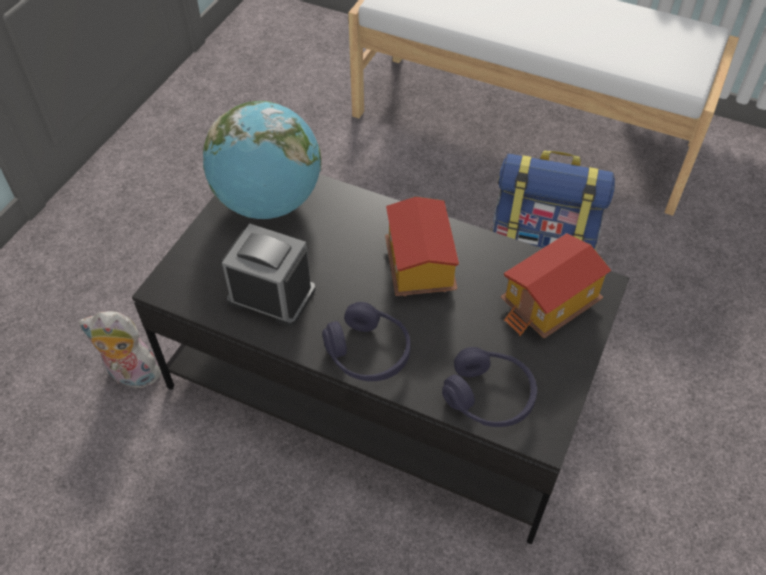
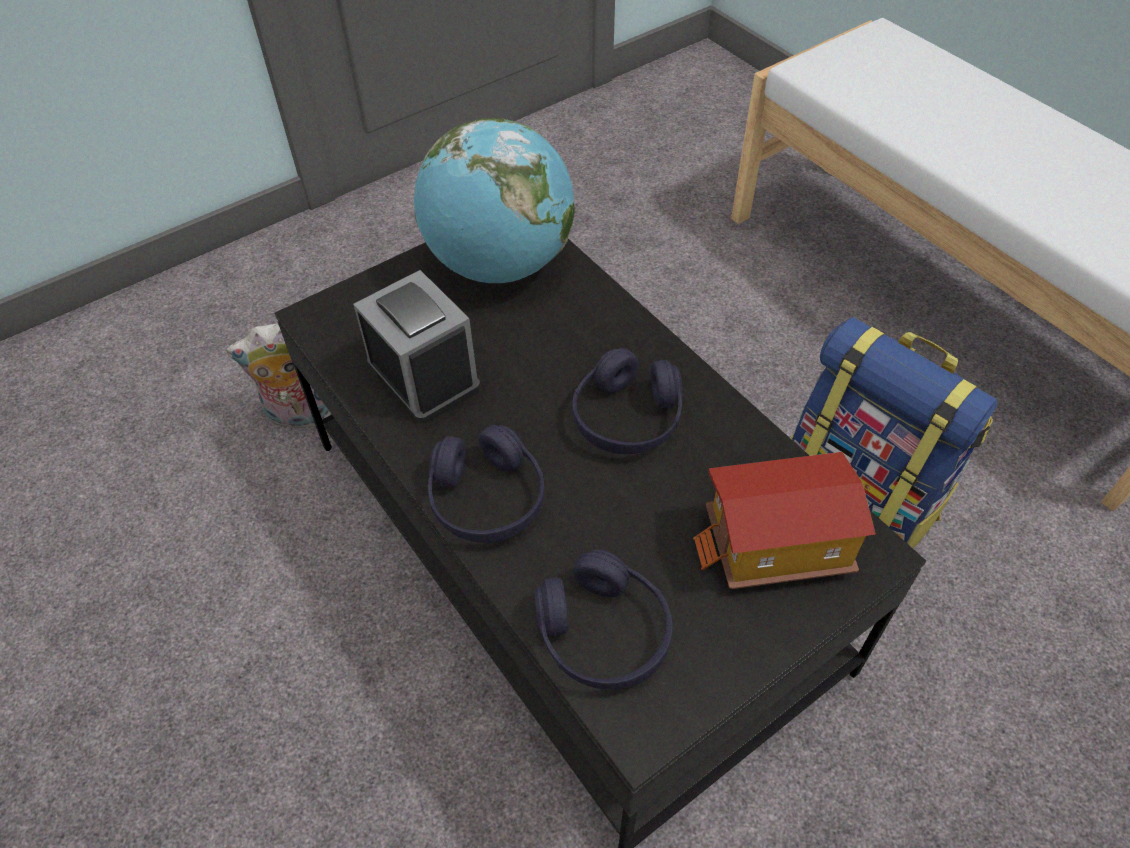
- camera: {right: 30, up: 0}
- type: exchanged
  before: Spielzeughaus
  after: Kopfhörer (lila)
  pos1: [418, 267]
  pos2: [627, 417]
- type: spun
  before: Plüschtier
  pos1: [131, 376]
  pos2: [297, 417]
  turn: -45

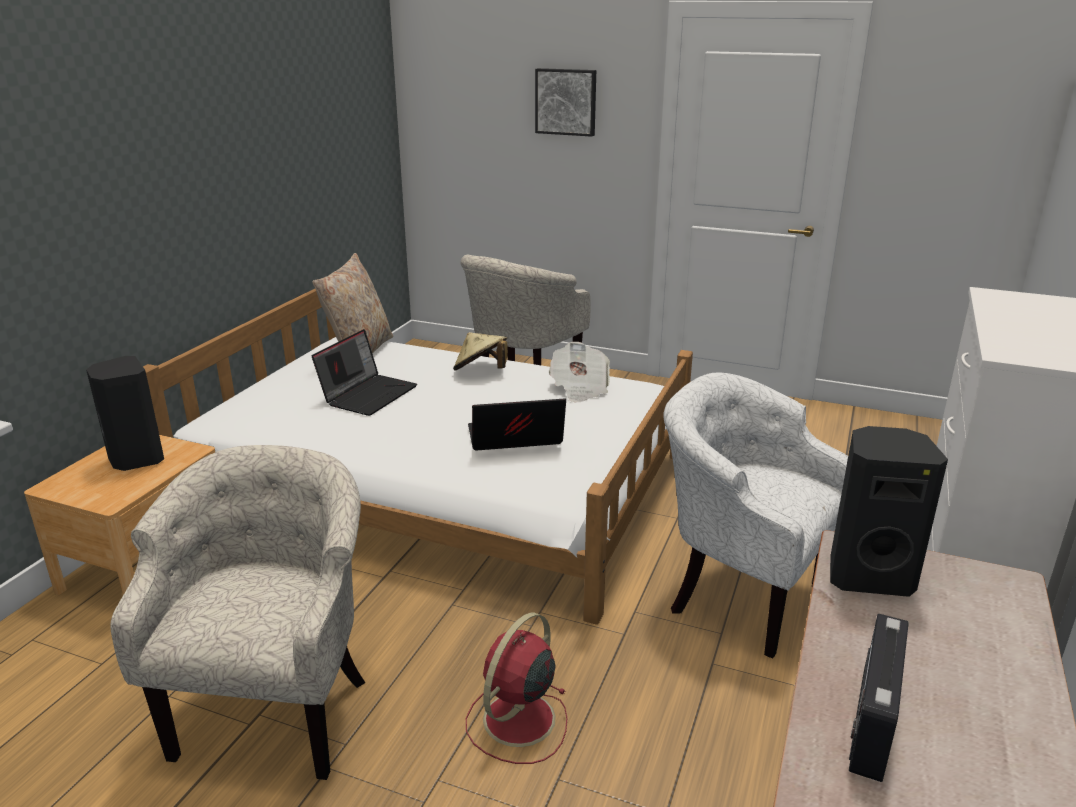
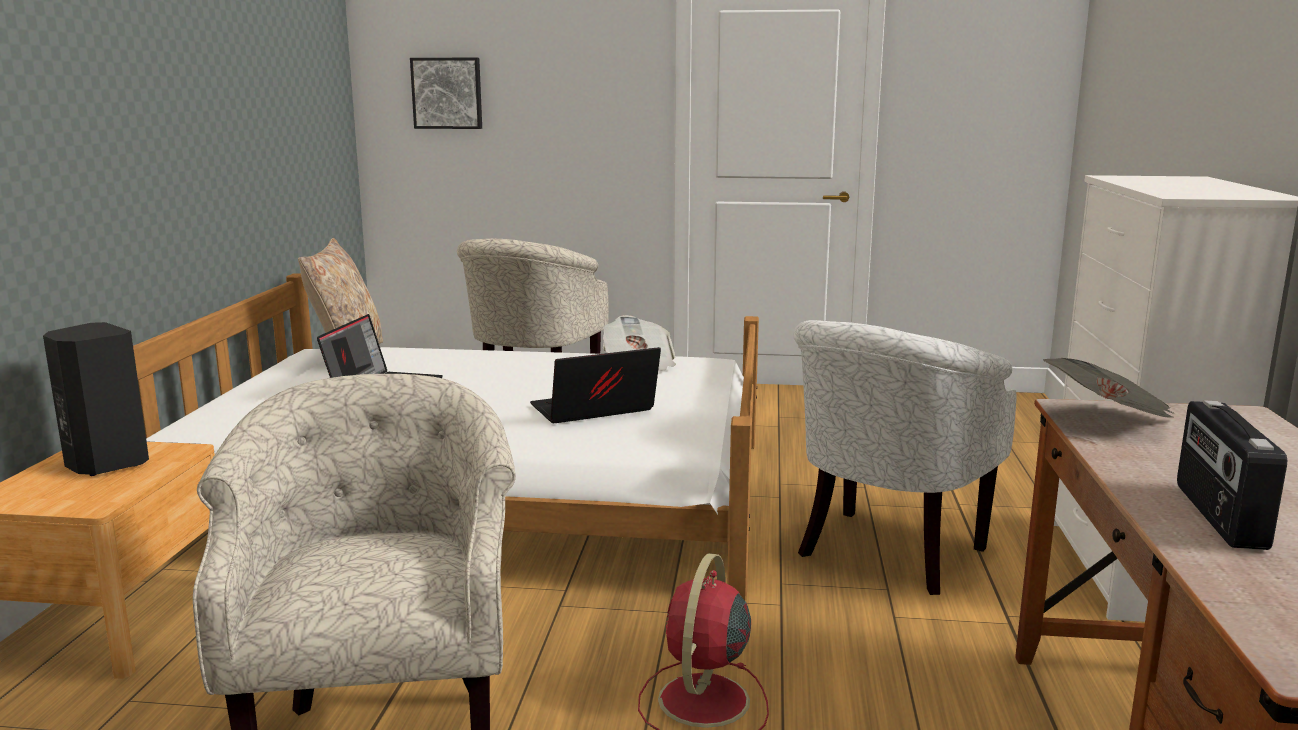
- camera: {right: -15, up: -10}
- type: missing
  before: Hut (beige)
  pos1: [481, 371]
- type: relocated
  before: Bild
  pos1: [566, 102]
  pos2: [447, 93]
- type: exchanged
  before: Lautsprecher (schwarz)
  after: Zeitung
  pos1: [868, 575]
  pos2: [1110, 422]
- type: spun
  before: Sessel (weiß)
  pos1: [738, 595]
  pos2: [885, 555]
  turn: -75

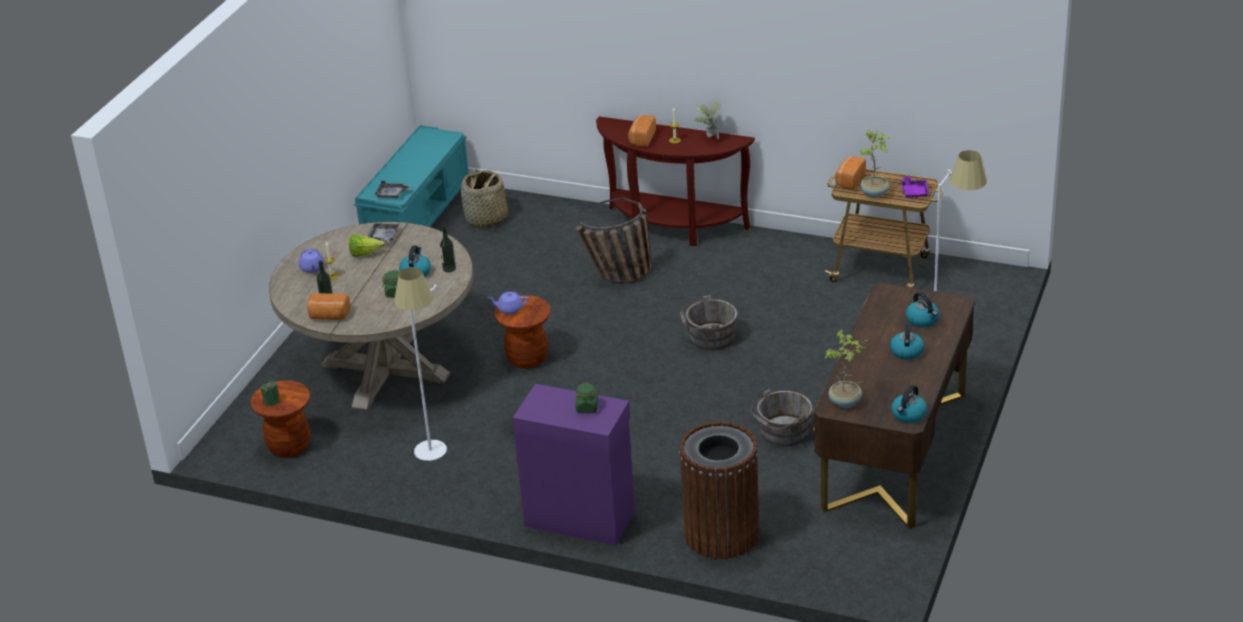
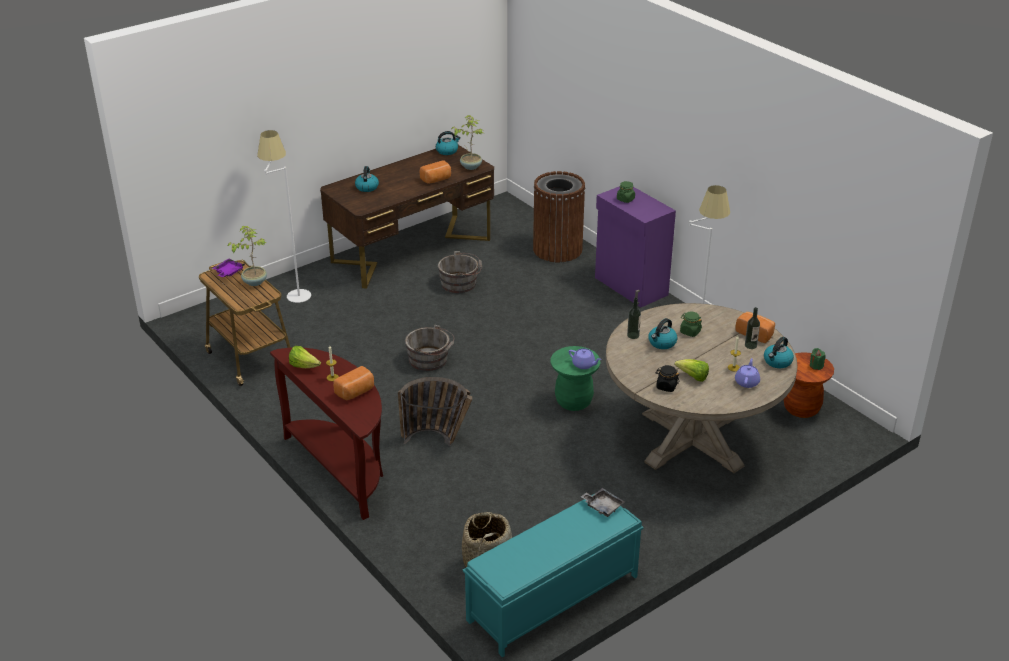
- camera: {right: -150, up: 0}
- type: relocated
  before: Brot
  pos1: [849, 180]
  pos2: [436, 179]
- type: relocated
  before: Wasserkessel
  pos1: [906, 351]
  pos2: [777, 362]
- type: exchanged
  before: Tablett (grau)
  after: Vorratsglas (schwarz)
  pos1: [384, 237]
  pos2: [666, 386]
- type: exchanged
  before: Topfpflanze
  after: Salatkopf
  pos1: [709, 138]
  pos2: [304, 366]
- type: colour
  before: Hocker (braun)
  after: Hocker (grün)
  pos1: [527, 358]
  pos2: [573, 401]

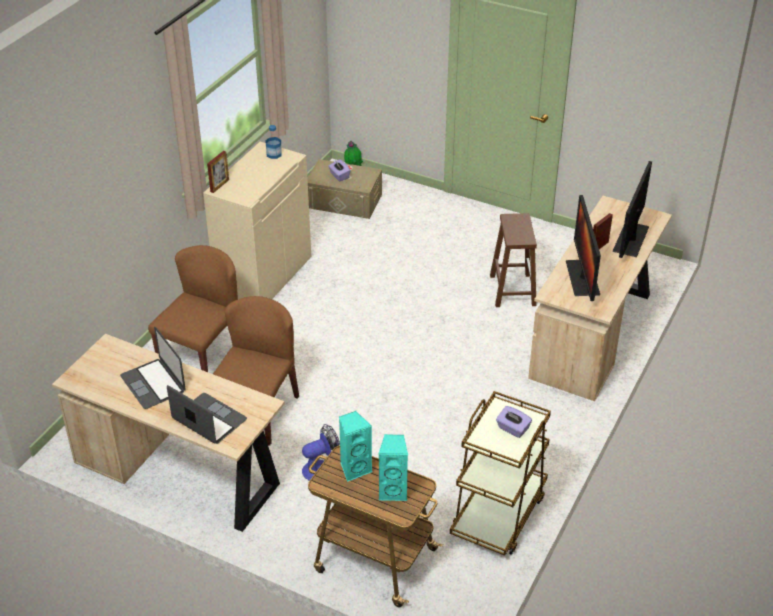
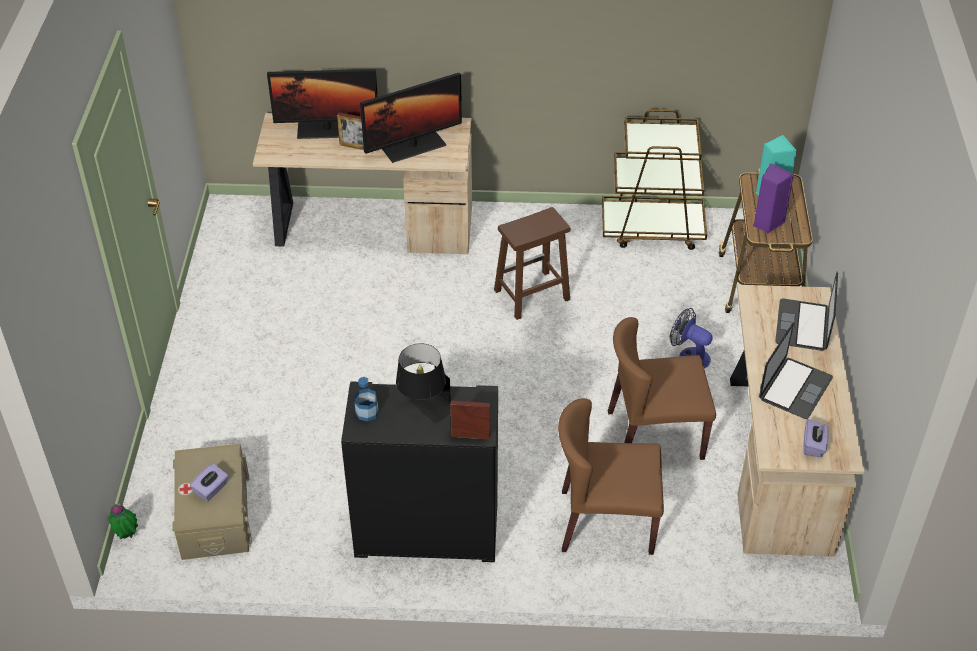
- camera: {right: -115, up: 5}
- type: appeared
  after: Tischlampe (schwarz)
  pos2: [425, 409]
- type: relocated
  before: Hocker (braun)
  pos1: [512, 289]
  pos2: [531, 295]
- type: relocated
  before: Taschentuchbox (lila)
  pos1: [512, 429]
  pos2: [813, 446]
- type: colour
  before: Schrank (beige)
  after: Schrank (schwarz)
  pos1: [263, 277]
  pos2: [426, 531]
- type: colour
  before: Lautsprecher (türkis)
  after: Lautsprecher (lila)
  pos1: [354, 468]
  pos2: [766, 223]

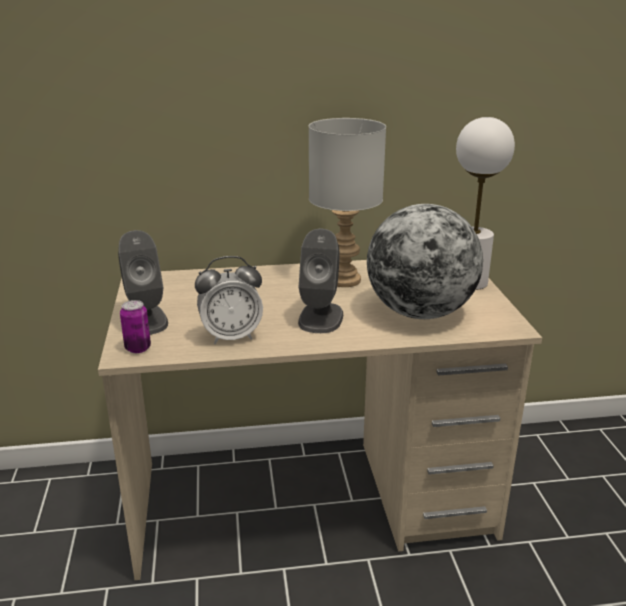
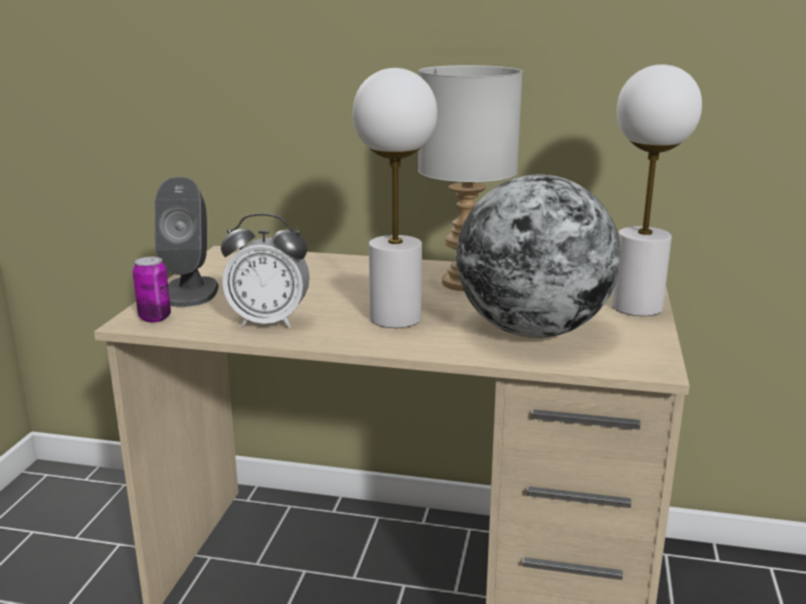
- camera: {right: 20, up: -5}
- type: exchanged
  before: Lautsprecher (grau)
  after: Tischlampe (weiß)
  pos1: [321, 317]
  pos2: [396, 318]

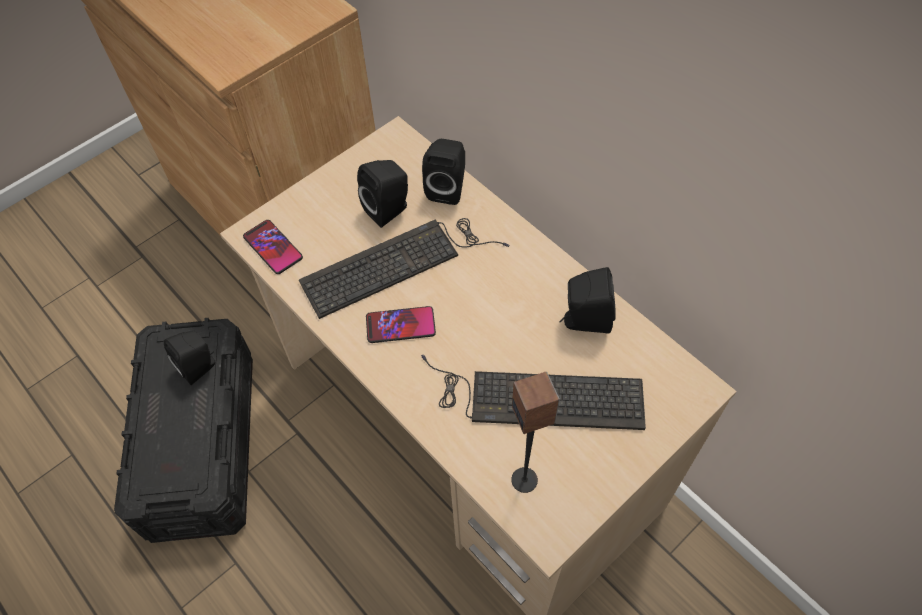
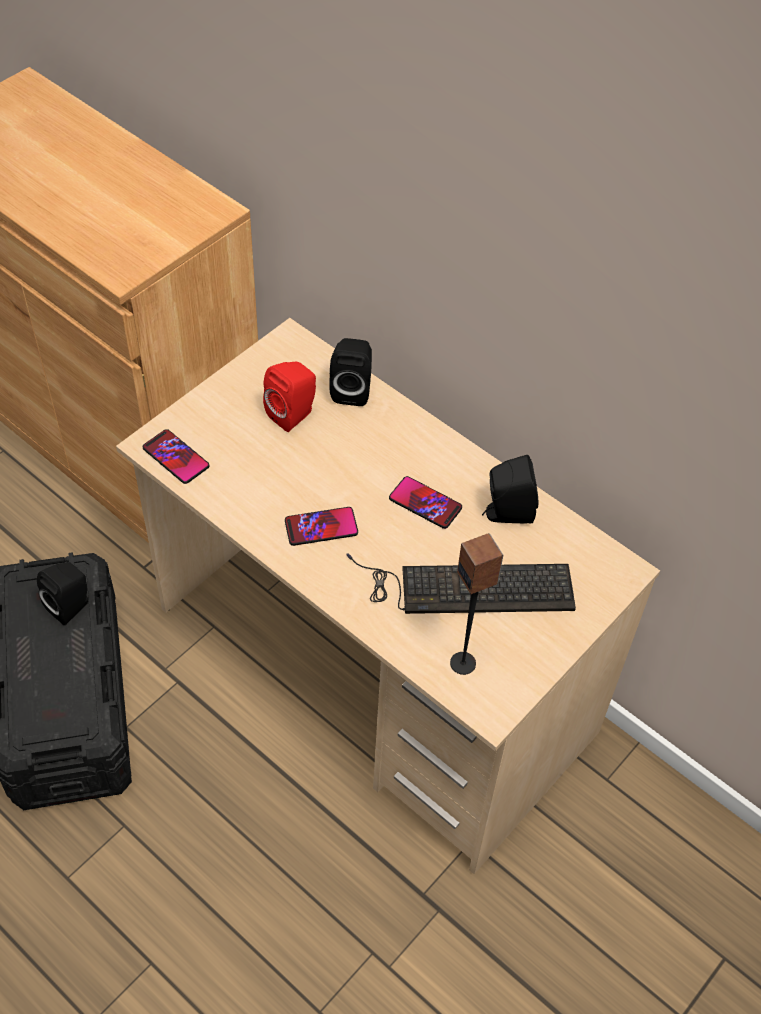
- camera: {right: -10, up: -5}
- type: missing
  before: Tastatur
  pos1: [399, 263]
- type: appeared
  after: Handy
  pos2: [425, 503]
- type: colour
  before: Lautsprecher (schwarz)
  after: Lautsprecher (rot)
  pos1: [389, 210]
  pos2: [294, 414]

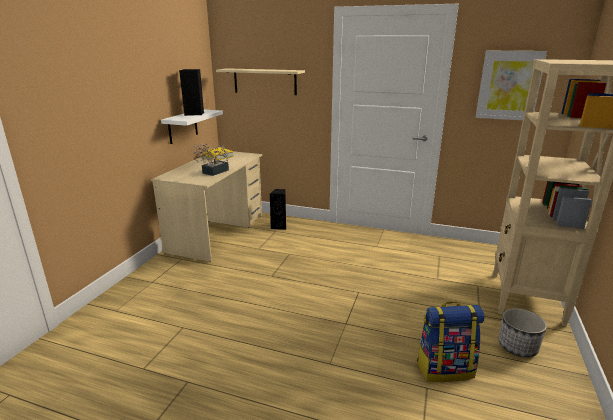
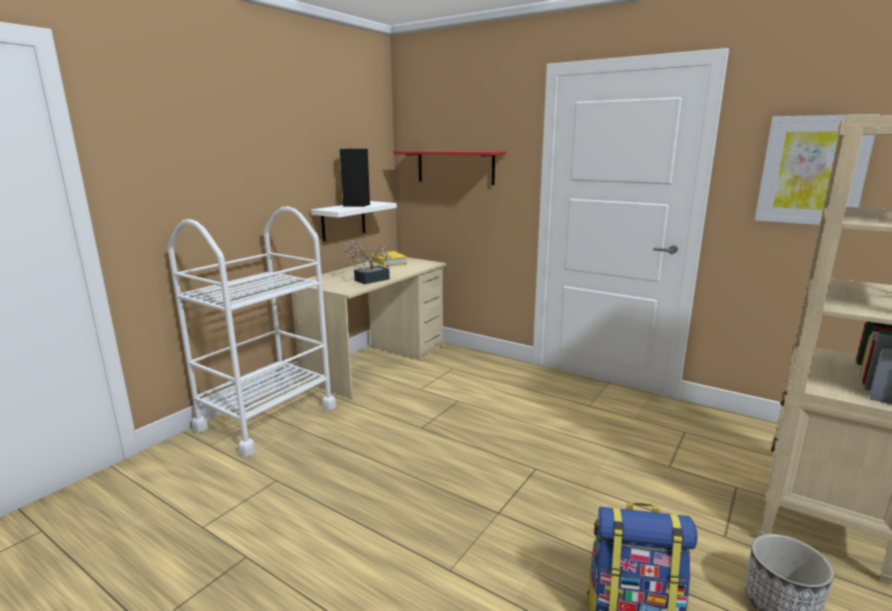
- camera: {right: 15, up: -5}
- type: missing
  before: Lautsprecher (schwarz)
  pos1: [279, 226]
- type: appeared
  after: Rollwagen (weiß)
  pos2: [267, 418]
- type: colour
  before: Wandregal (beige)
  after: Wandregal (rot)
  pos1: [265, 81]
  pos2: [455, 167]

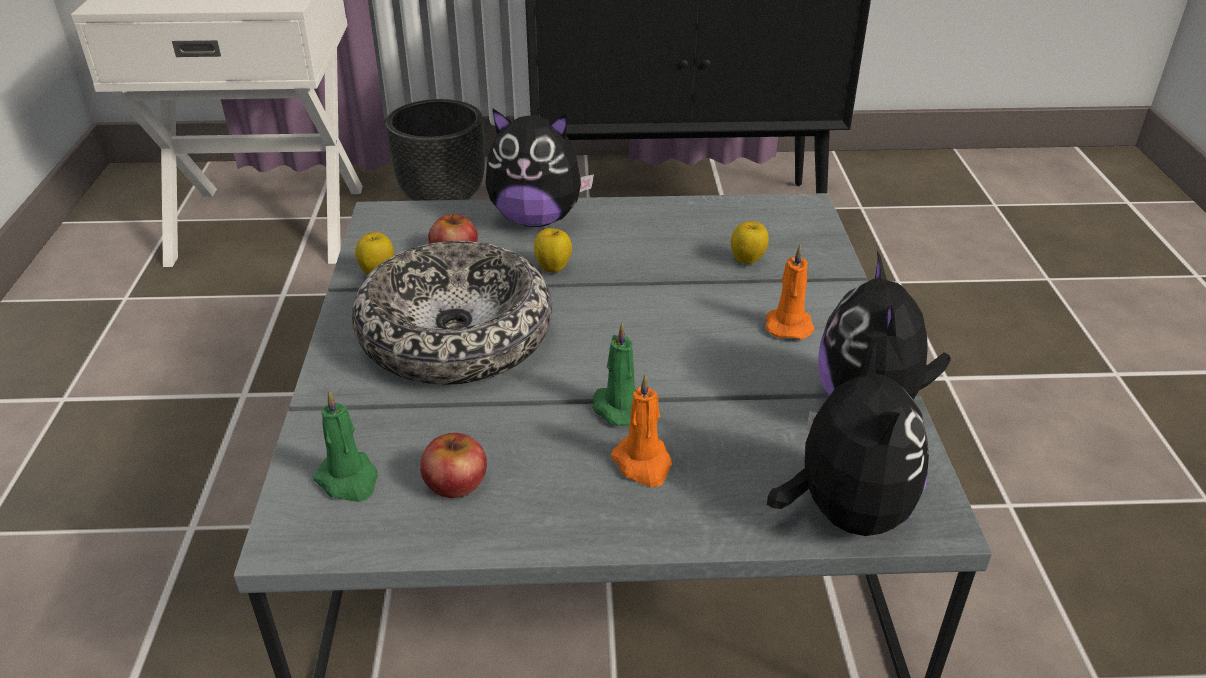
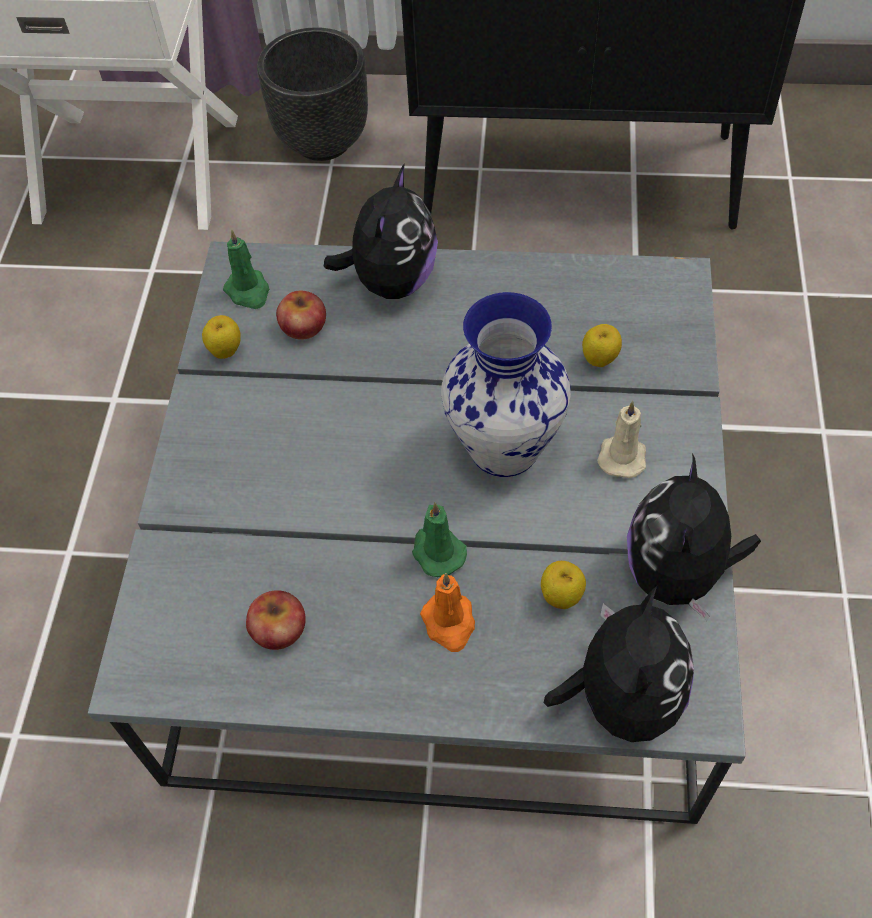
- camera: {right: 10, up: 20}
- type: missing
  before: Schüssel
  pos1: [456, 336]
- type: appeared
  after: Vase
  pos2: [502, 449]
- type: relocated
  before: Kerze (grün)
  pos1: [349, 480]
  pos2: [248, 291]
- type: relocated
  before: Apfel
  pos1: [553, 268]
  pos2: [561, 597]
- type: colour
  before: Kerze (orange)
  after: Kerze (beige)
  pos1: [788, 324]
  pos2: [622, 455]
- type: spun
  before: Plüschtier
  pos1: [536, 219]
  pos2: [391, 281]
  turn: -90

